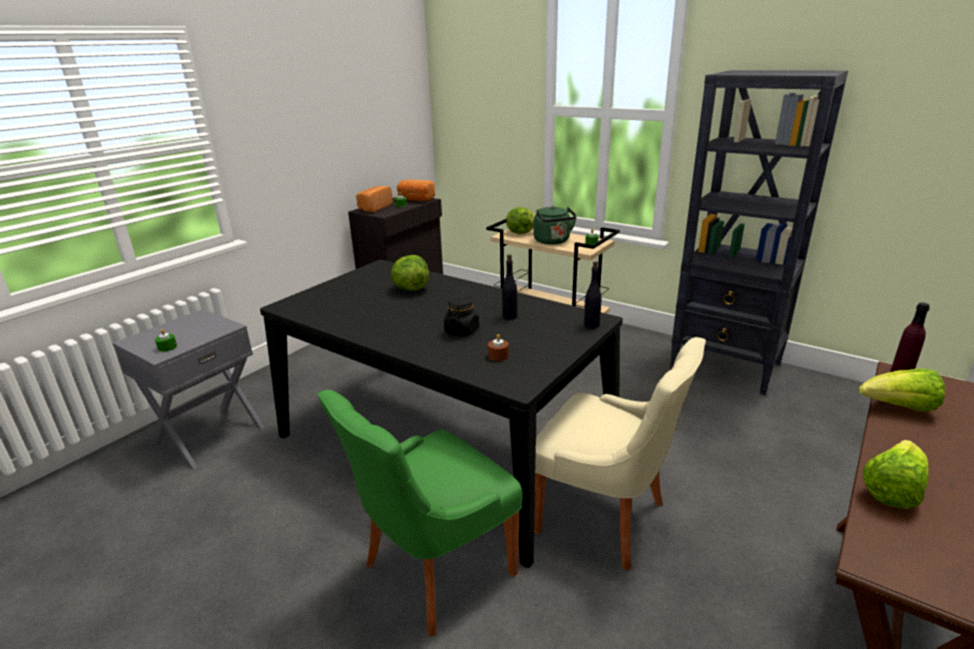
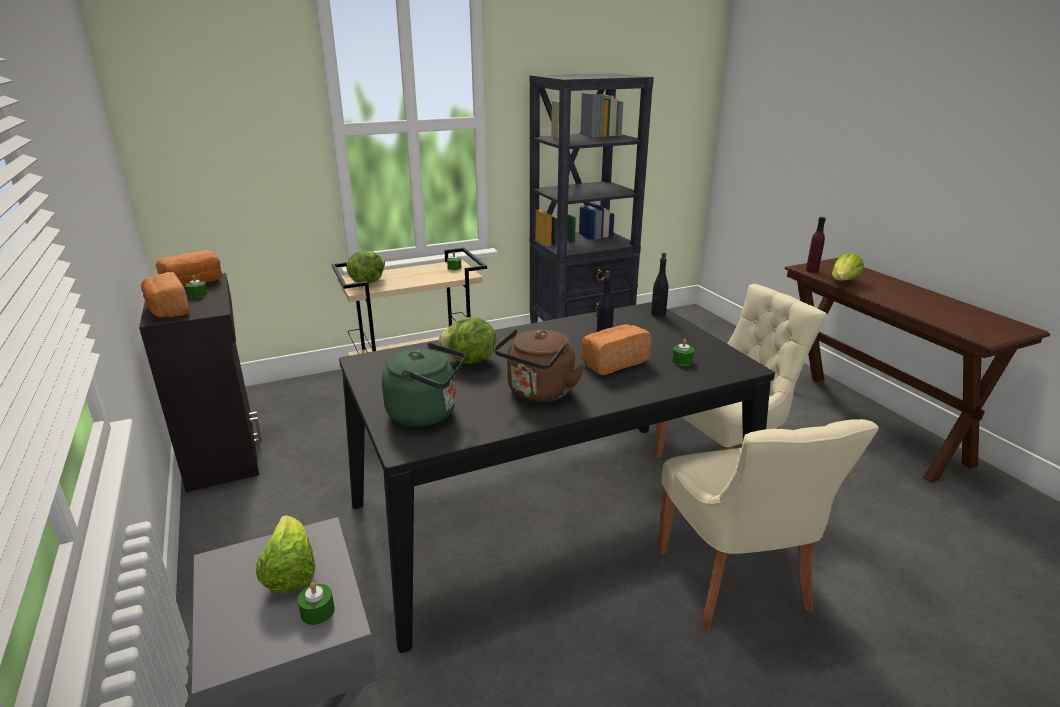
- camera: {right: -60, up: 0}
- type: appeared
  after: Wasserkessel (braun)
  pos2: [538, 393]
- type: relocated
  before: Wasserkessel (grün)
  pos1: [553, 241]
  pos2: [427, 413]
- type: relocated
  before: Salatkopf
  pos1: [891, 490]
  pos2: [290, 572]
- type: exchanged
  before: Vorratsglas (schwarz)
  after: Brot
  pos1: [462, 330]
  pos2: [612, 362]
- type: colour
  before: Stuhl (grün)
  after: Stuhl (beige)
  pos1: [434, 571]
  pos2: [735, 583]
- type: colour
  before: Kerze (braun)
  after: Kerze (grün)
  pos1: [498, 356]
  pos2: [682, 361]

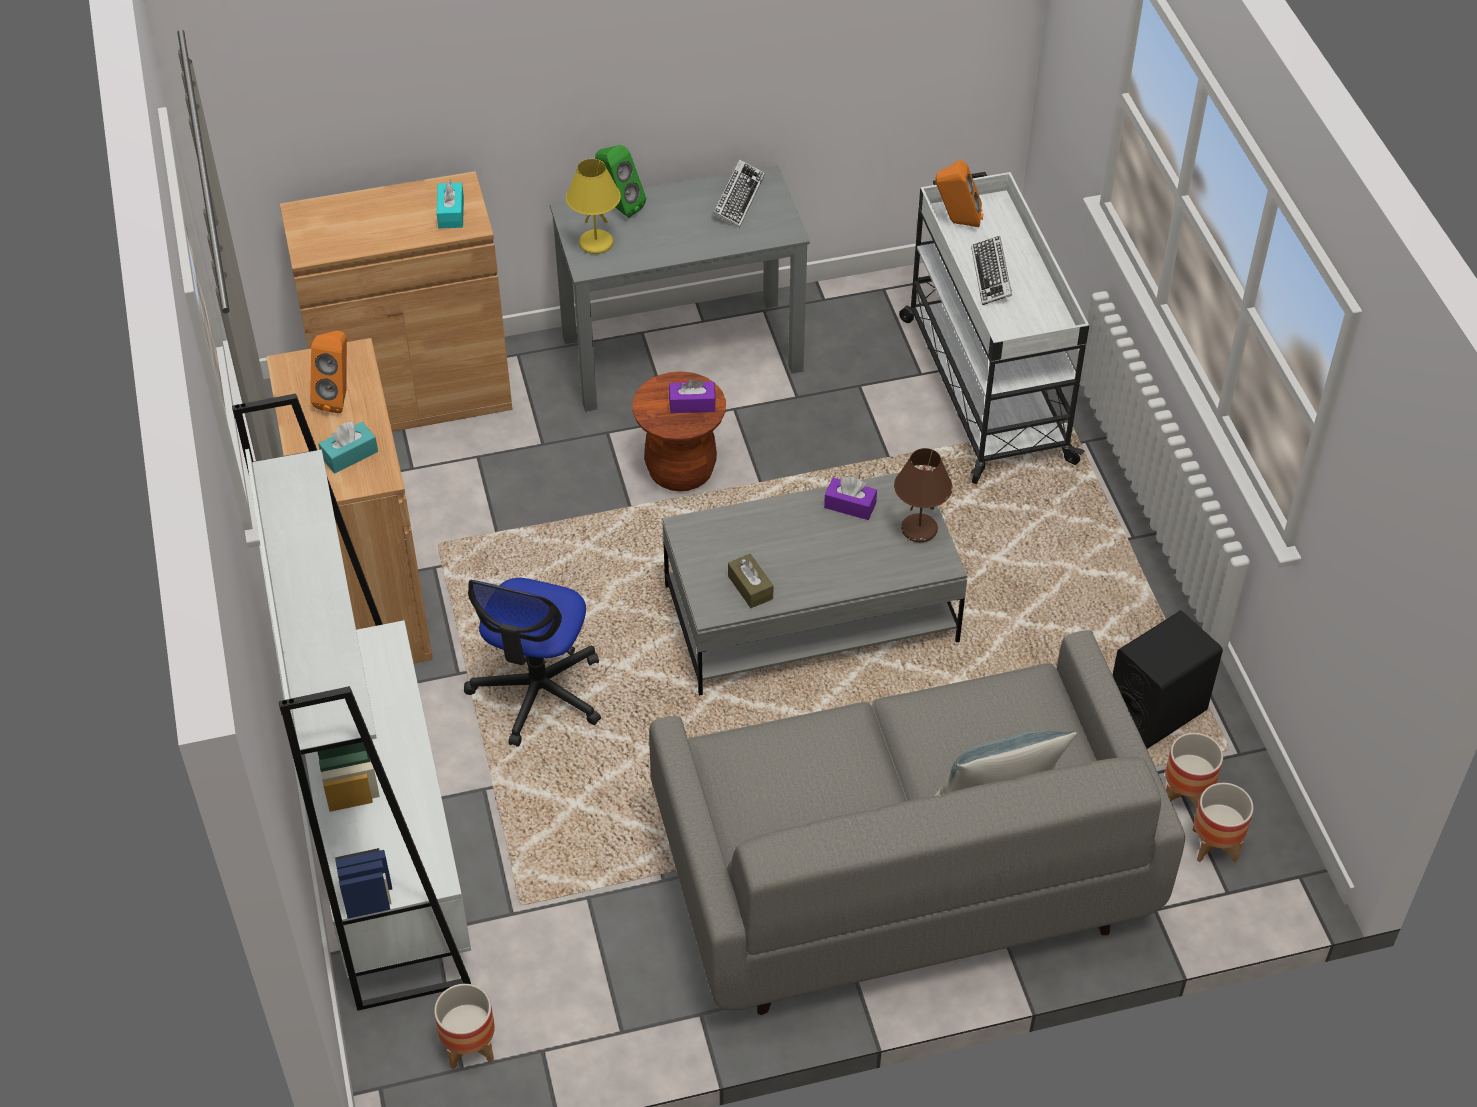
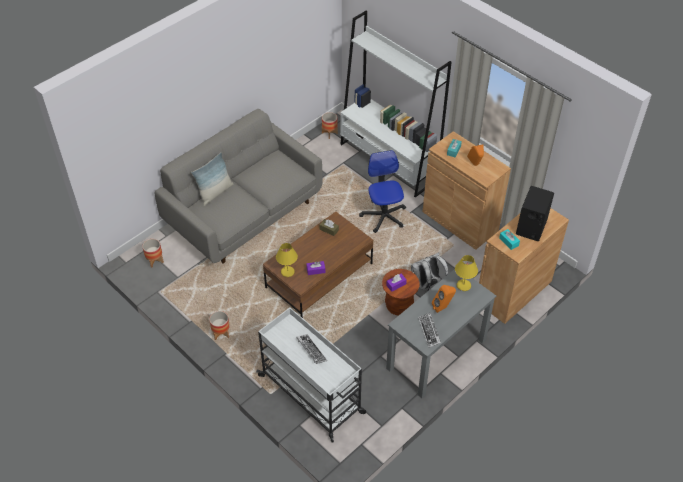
- camera: {right: 150, up: 0}
- type: missing
  before: Lautsprecher (grün)
  pos1: [619, 207]
- type: appeared
  after: Rucksack (weiß)
  pos2: [427, 284]
- type: relocated
  before: Lautsprecher (orange)
  pos1: [957, 222]
  pos2: [443, 307]
- type: relocated
  before: Lautsprecher (schwarz)
  pos1: [1156, 711]
  pos2: [531, 227]
- type: relocated
  before: Pflanzkübel
  pos1: [1186, 795]
  pos2: [221, 333]
- type: colour
  before: Couchtisch (grau)
  after: Couchtisch (braun)
  pos1: [810, 614]
  pos2: [319, 275]
- type: colour
  before: Tischlampe (braun)
  after: Tischlampe (gelb)
  pos1: [918, 530]
  pos2: [287, 272]

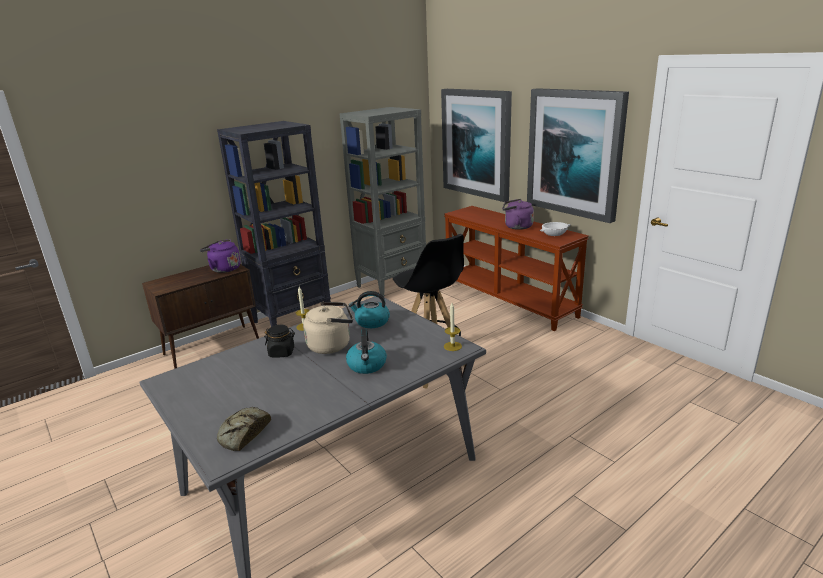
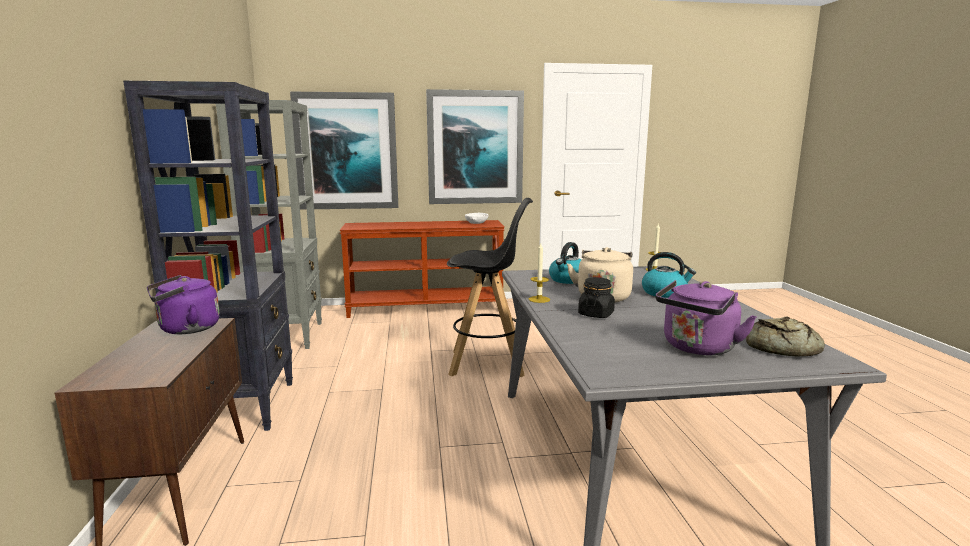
- camera: {right: -60, up: -10}
- type: relocated
  before: Wasserkessel (lila)
  pos1: [516, 227]
  pos2: [697, 348]

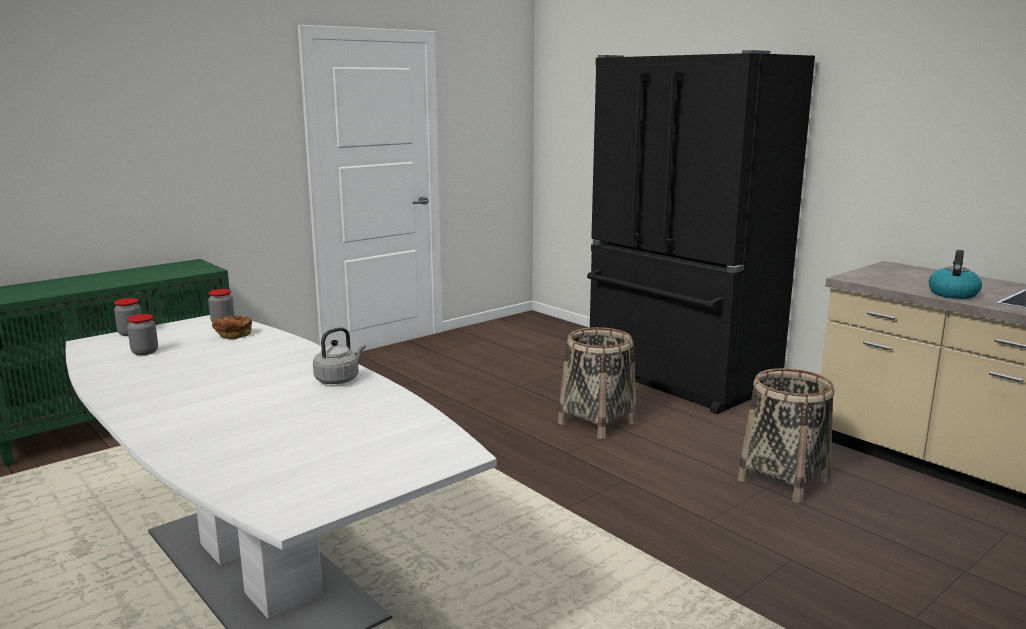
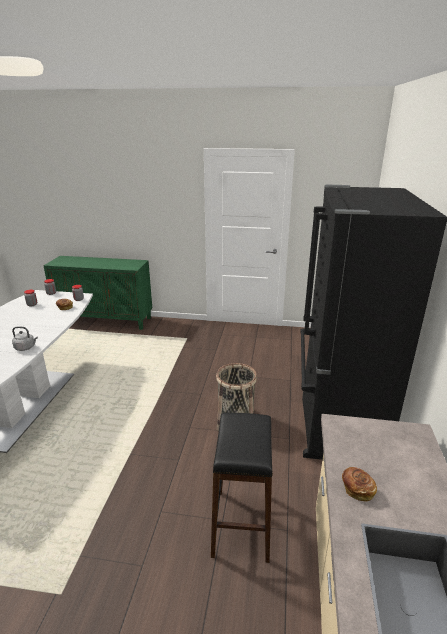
- camera: {right: 50, up: 10}
- type: exchanged
  before: Korb
  after: Hocker (schwarz)
  pos1: [784, 480]
  pos2: [242, 524]
- type: exchanged
  before: Wasserkessel
  after: Brot
  pos1: [952, 294]
  pos2: [357, 489]

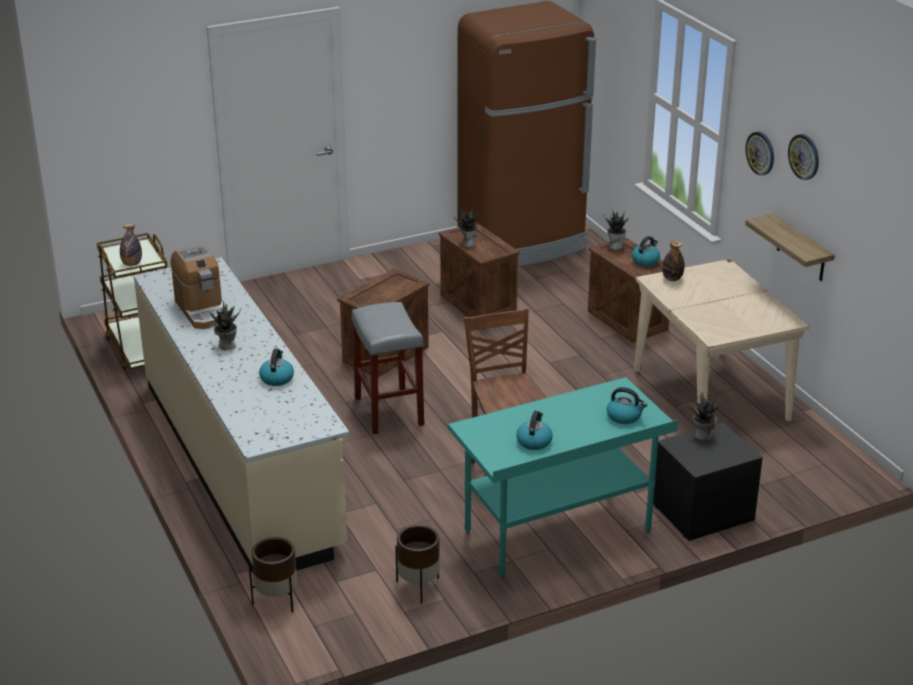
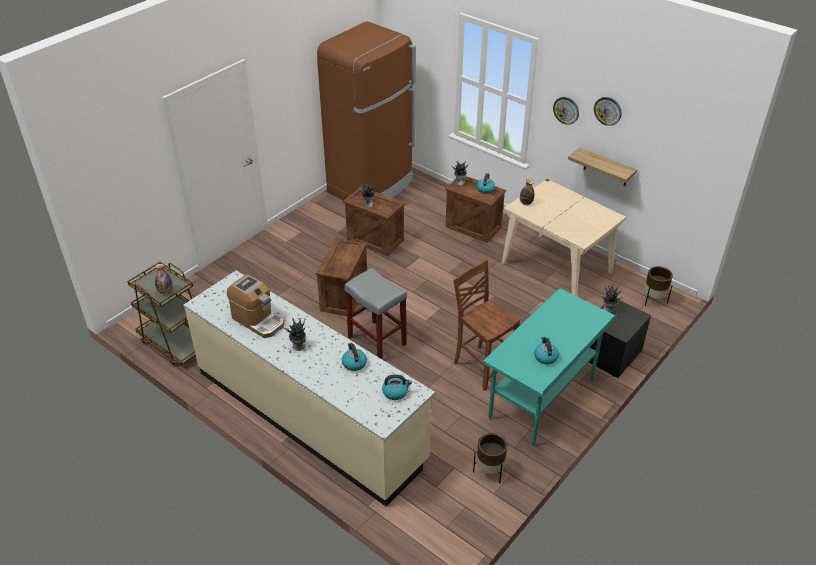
- camera: {right: -25, up: 10}
- type: relocated
  before: Pflanzkübel (braun)
  pos1: [277, 601]
  pos2: [653, 300]
- type: relocated
  before: Wasserkessel
  pos1: [624, 416]
  pos2: [395, 392]

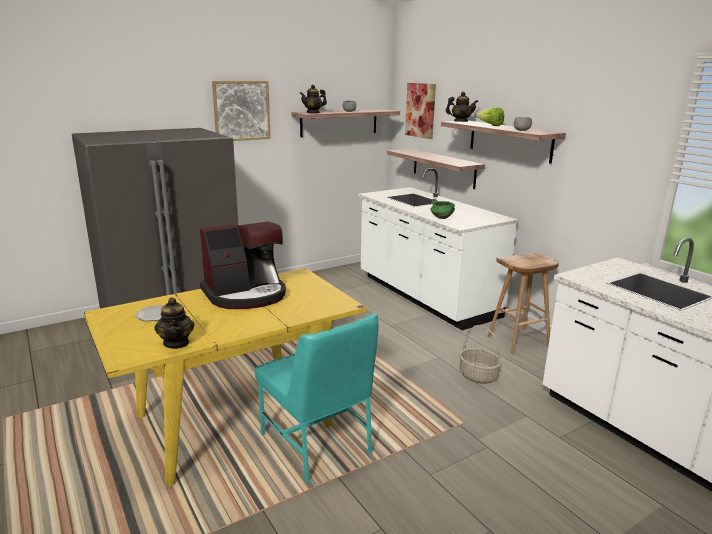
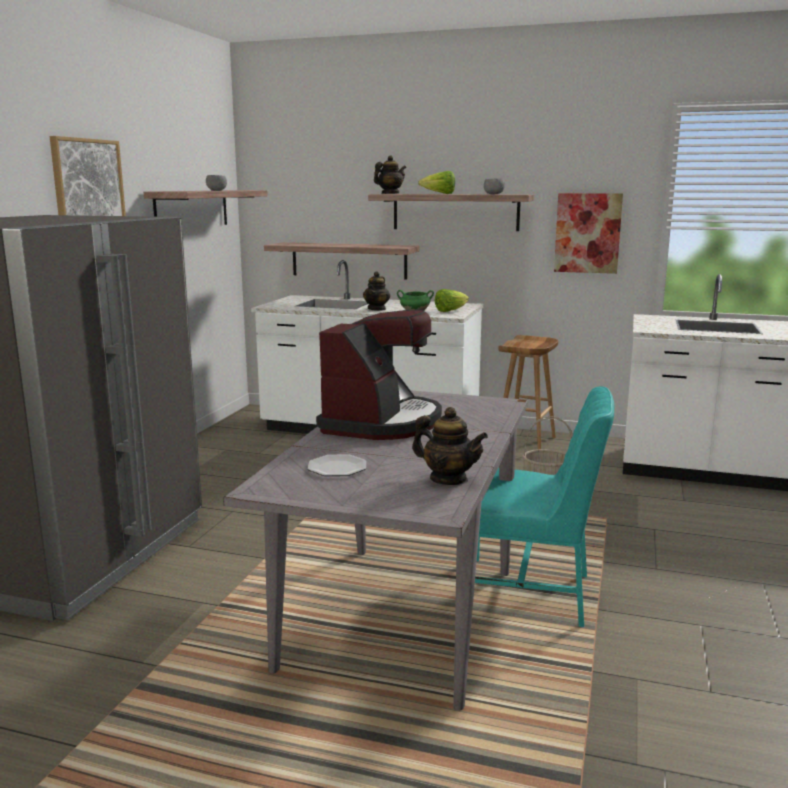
- camera: {right: -40, up: -5}
- type: appeared
  after: Salatkopf
  pos2: [450, 311]
- type: relocated
  before: Teekanne
  pos1: [313, 112]
  pos2: [377, 309]
- type: relocated
  before: Bild
  pos1: [420, 110]
  pos2: [587, 233]
- type: colour
  before: Esstisch (gelb)
  after: Esstisch (grau)
  pos1: [235, 421]
  pos2: [402, 616]

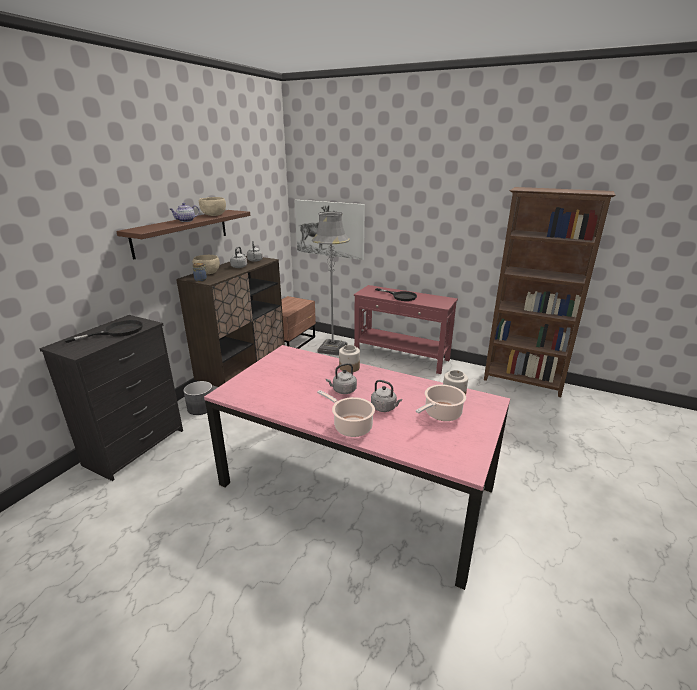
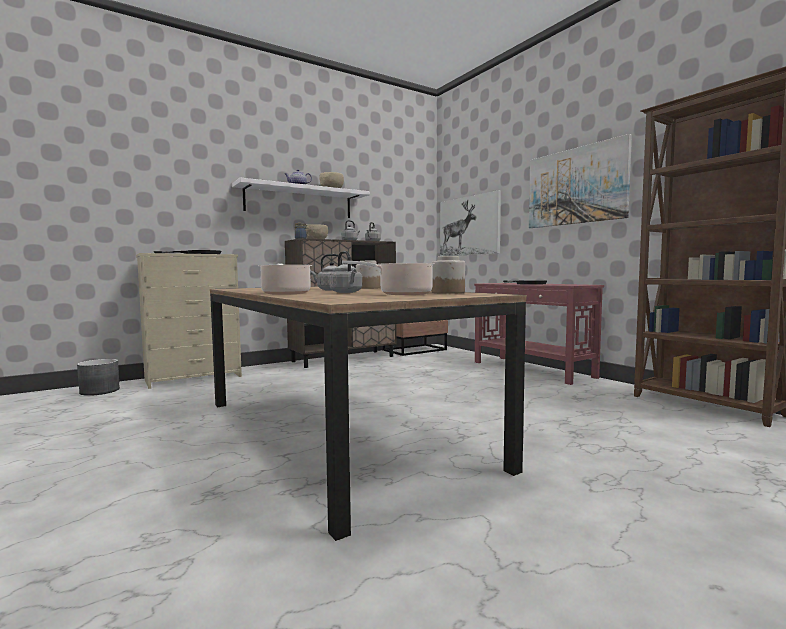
- camera: {right: 30, up: -20}
- type: missing
  before: Stehlampe (grau)
  pos1: [332, 349]
- type: appeared
  after: Bild
  pos2: [576, 186]
- type: relocated
  before: Pflanzkübel (grau)
  pos1: [201, 407]
  pos2: [100, 391]
- type: colour
  before: Kommode (schwarz)
  after: Kommode (beige)
  pos1: [136, 447]
  pos2: [194, 378]
- type: colour
  before: Wandregal (braun)
  after: Wandregal (weiß)
  pos1: [182, 232]
  pos2: [299, 202]
- type: colour
  before: Esstisch (rosa)
  after: Esstisch (braun)
  pos1: [356, 486]
  pos2: [338, 432]

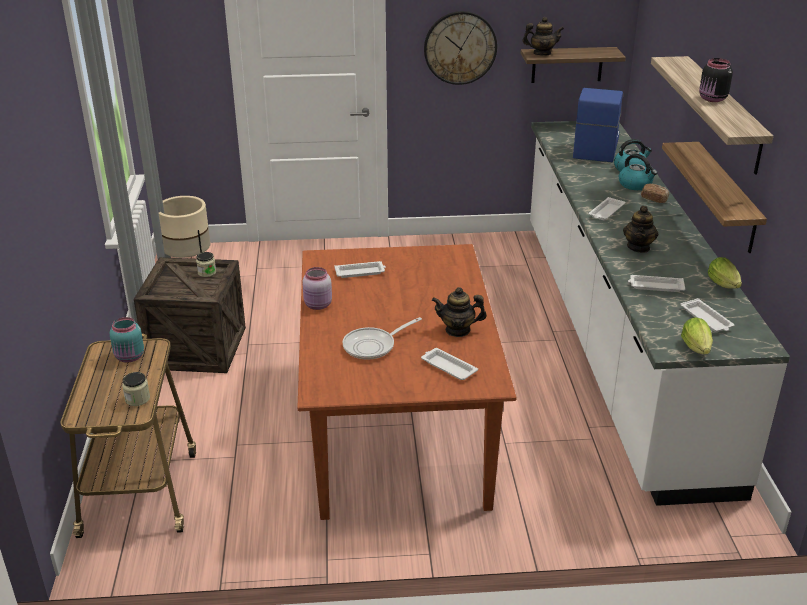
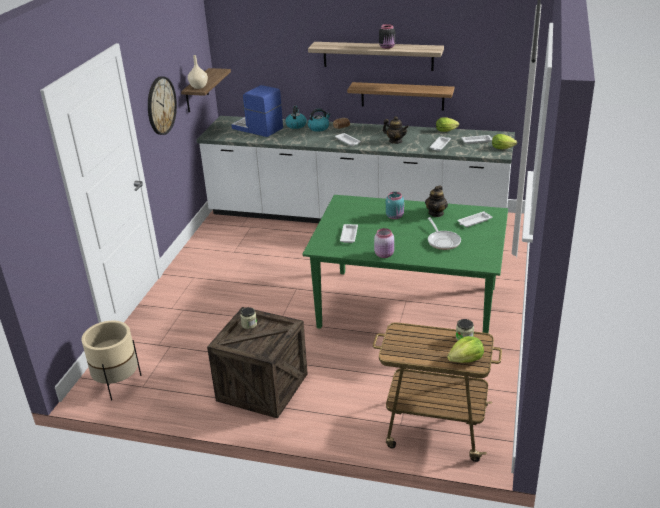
- camera: {right: -70, up: 0}
- type: appeared
  after: Salatkopf
  pos2: [466, 359]
- type: relocated
  before: Vorratsglas (türkis)
  pos1: [130, 357]
  pos2: [395, 216]
- type: exchanged
  before: Teekanne
  after: Vase (beige)
  pos1: [542, 53]
  pos2: [198, 87]
- type: colour
  before: Esstisch (braun)
  after: Esstisch (grün)
  pos1: [398, 428]
  pos2: [408, 306]

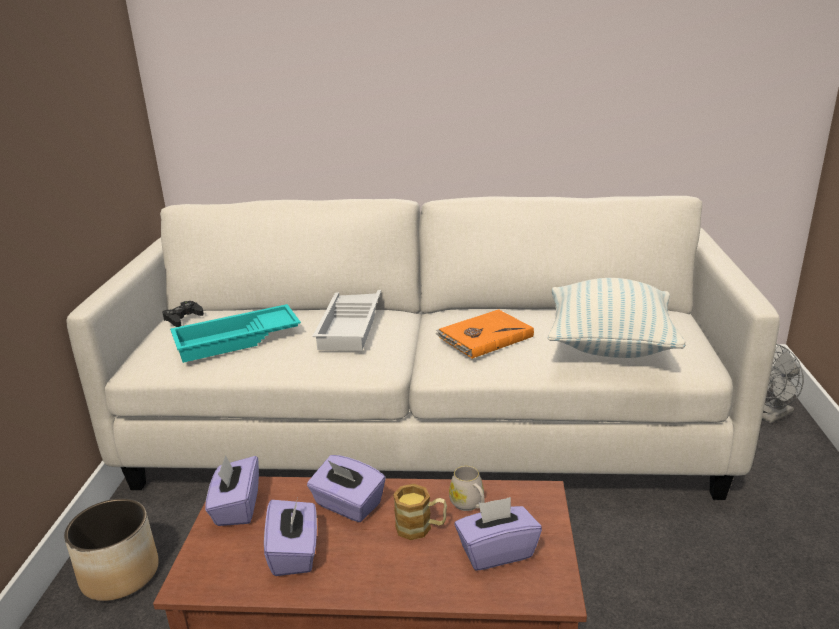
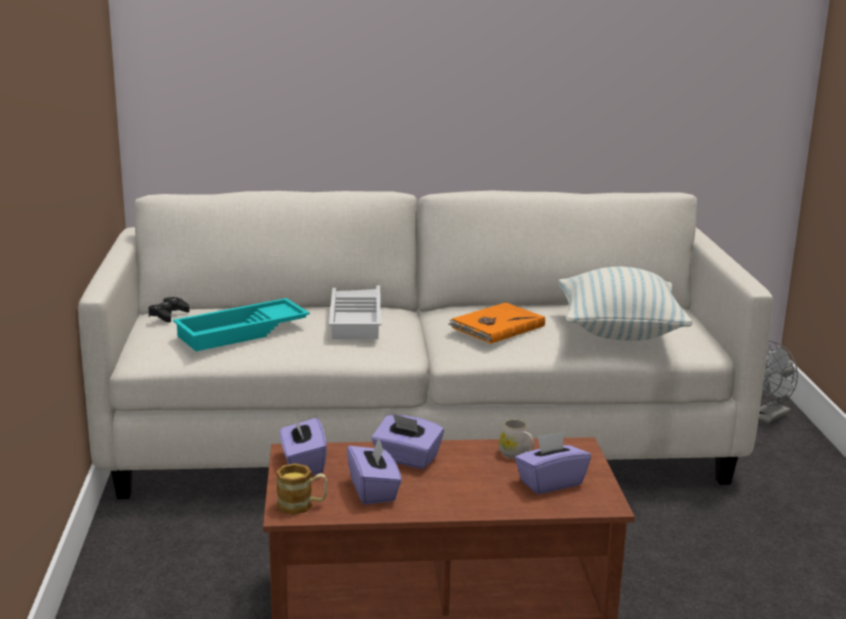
- camera: {right: -10, up: -5}
- type: missing
  before: Pflanzkübel
  pos1: [119, 574]
- type: relocated
  before: Henkelbecher
  pos1: [421, 527]
  pos2: [302, 505]

